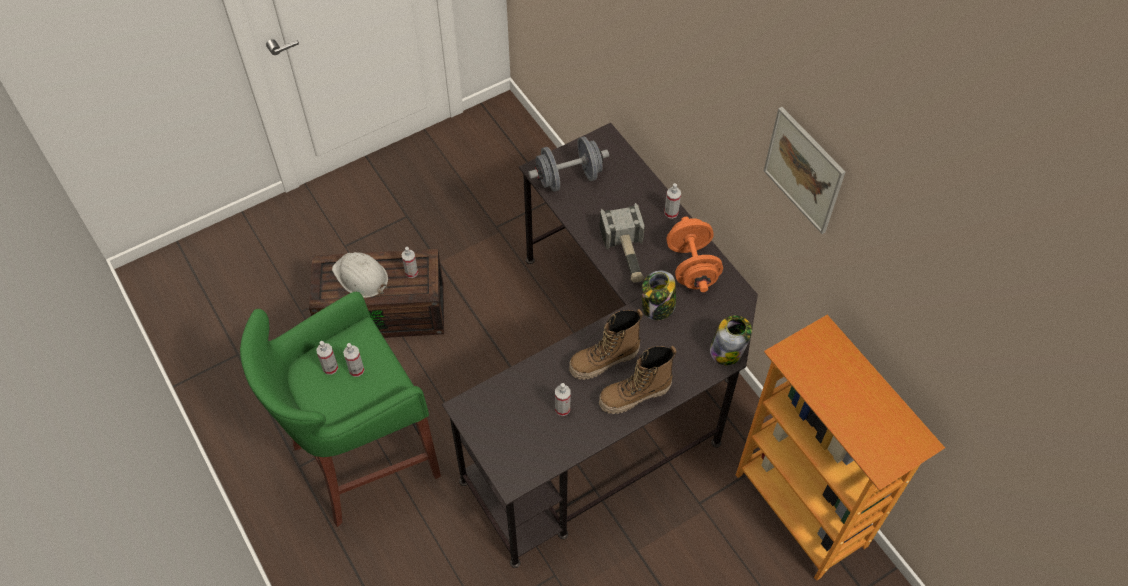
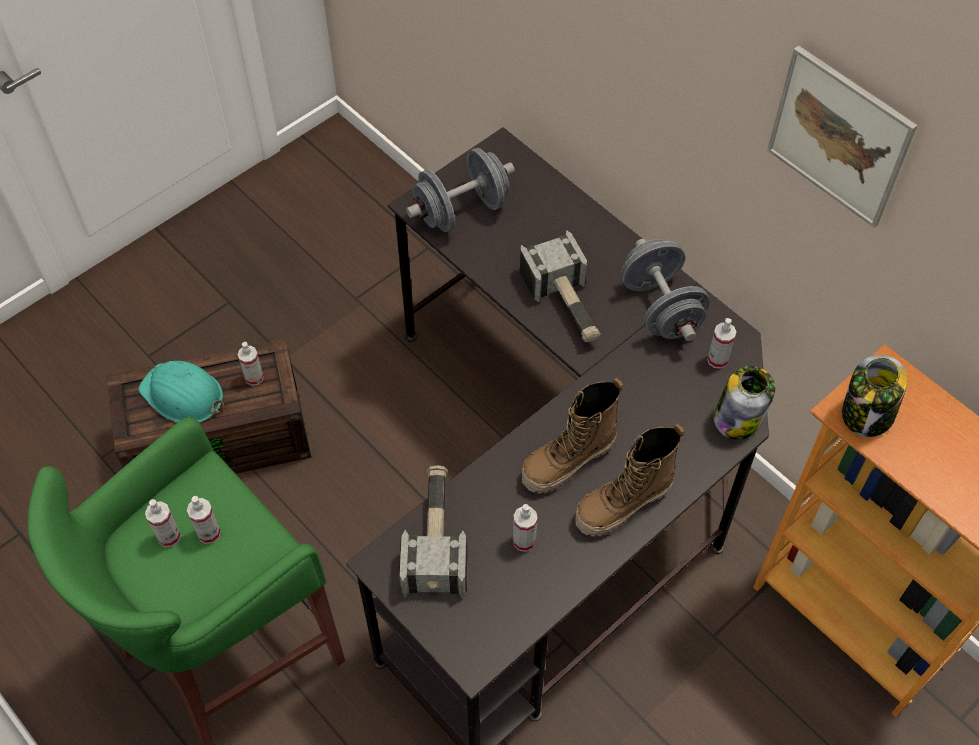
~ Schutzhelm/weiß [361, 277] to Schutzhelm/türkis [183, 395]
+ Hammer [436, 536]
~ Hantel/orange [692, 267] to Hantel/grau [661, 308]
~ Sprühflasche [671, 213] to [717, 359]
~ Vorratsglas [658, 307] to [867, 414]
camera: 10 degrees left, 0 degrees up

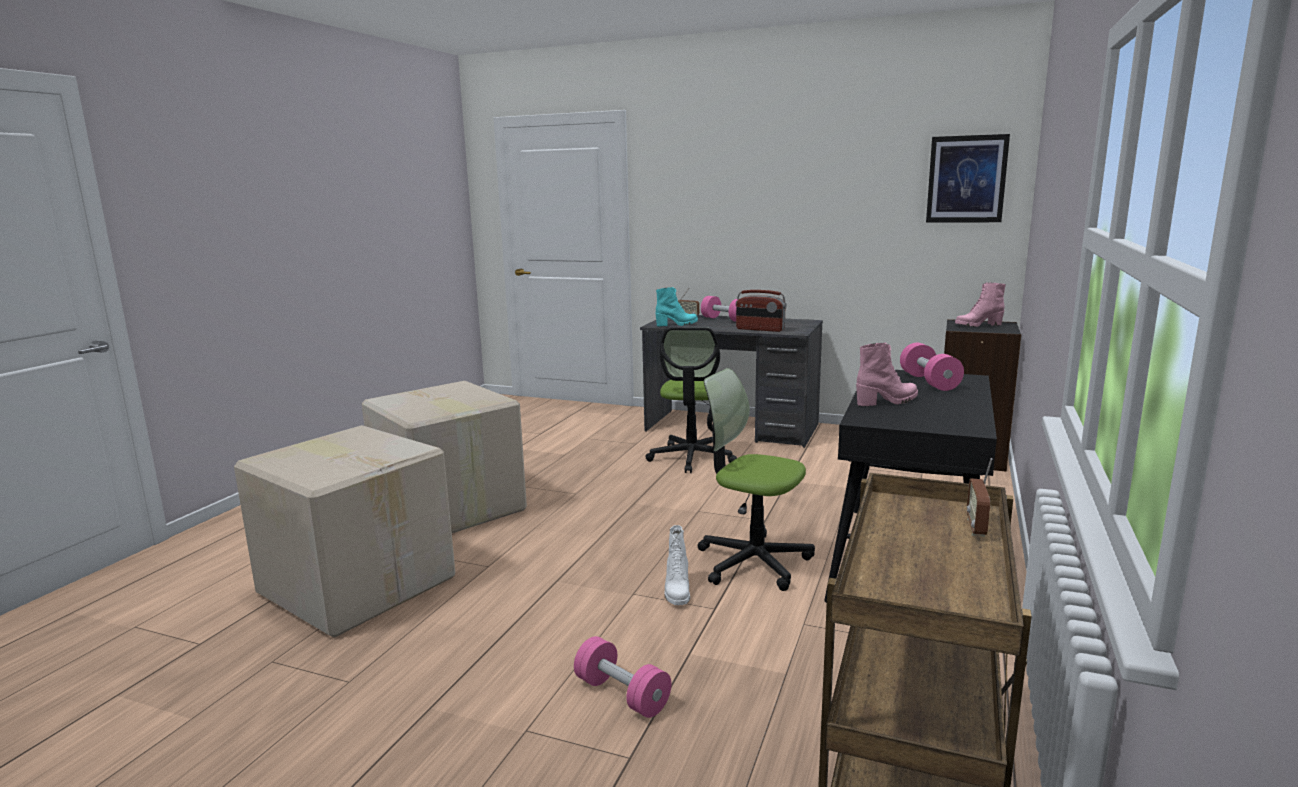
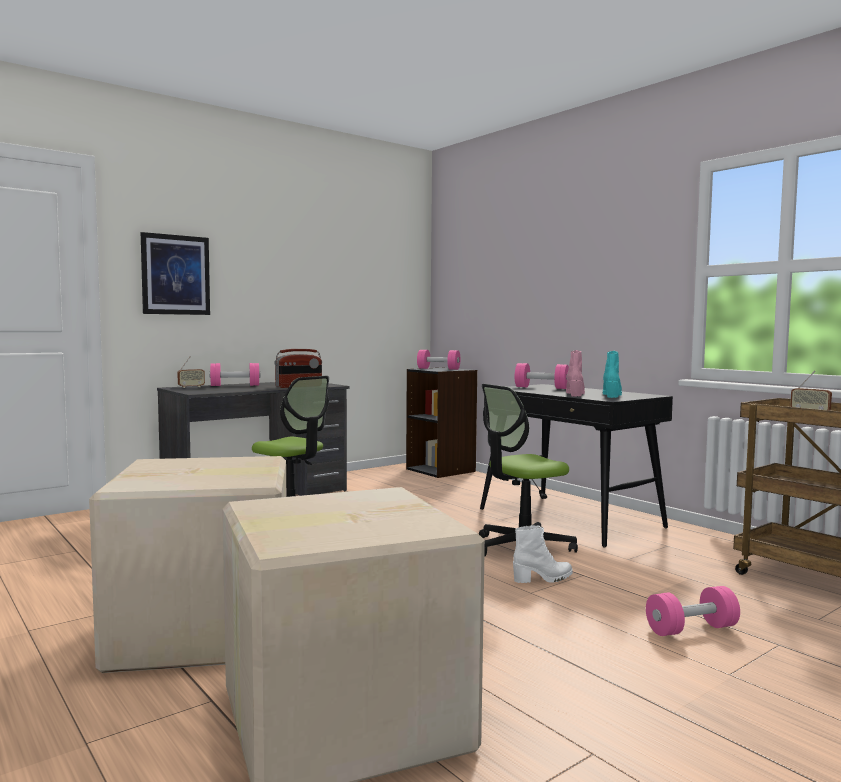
~ Bild [966, 179] to [175, 275]
~ Stiefel/rosa [978, 325] to Hantel/rosa [438, 369]
~ Stiefel/weiß [676, 591] = [543, 579] 45 degrees counterclockwise
~ Stiefel/türkis [677, 324] to [612, 395]
camera: 60 degrees left, 10 degrees down

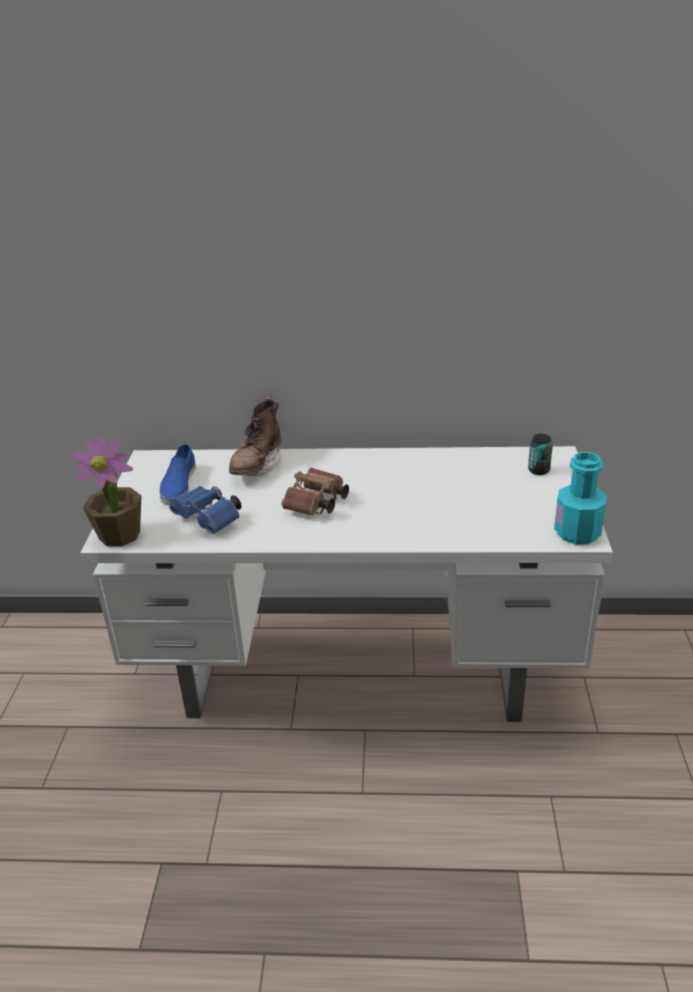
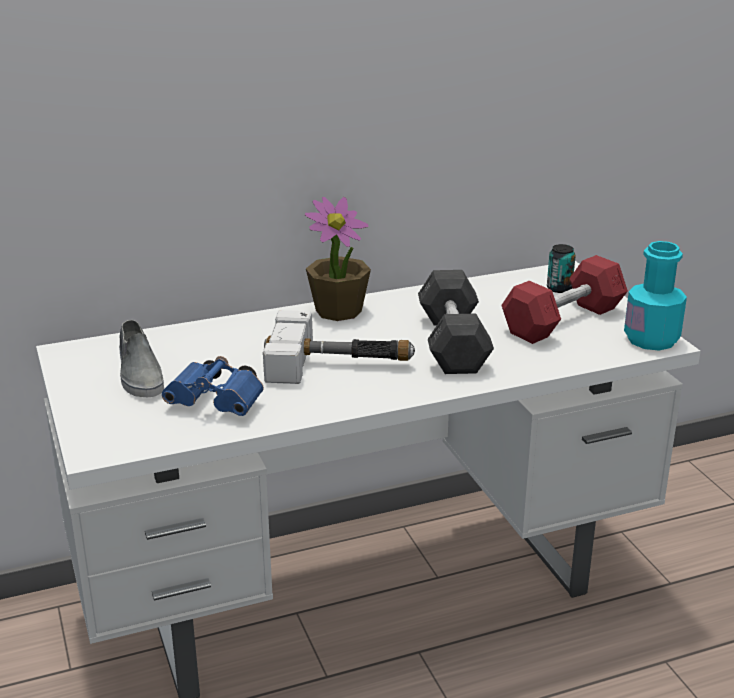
~ Schuh/blau [178, 485] to Schuh/grau [139, 374]
~ Fernglas/braun [316, 504] to Hammer [339, 363]
~ Topfpflanze [120, 535] to [338, 310]
+ Hantel/grau [453, 343]
+ Hantel/rot [563, 320]
- Stiefel/braun [257, 466]
camera: 25 degrees left, 5 degrees down

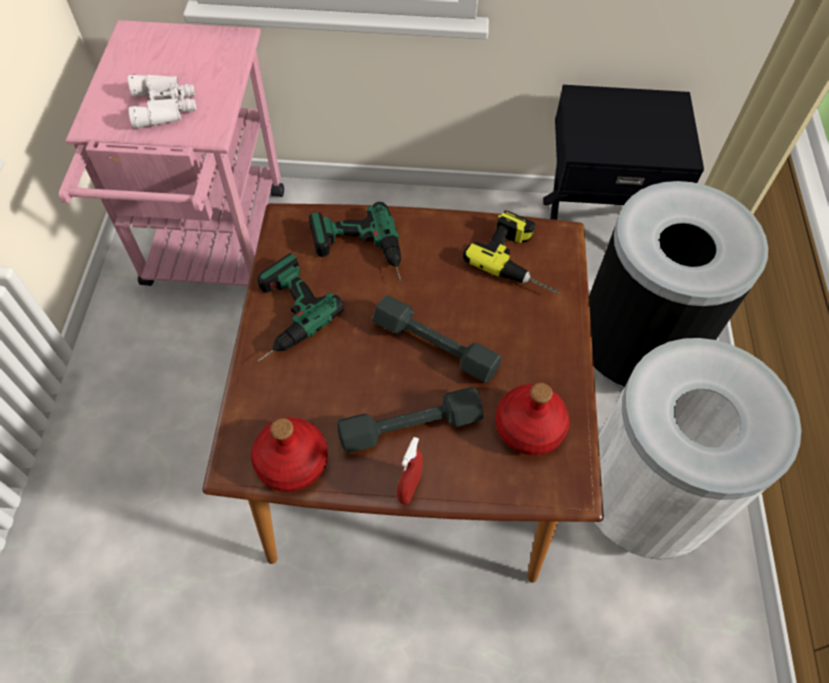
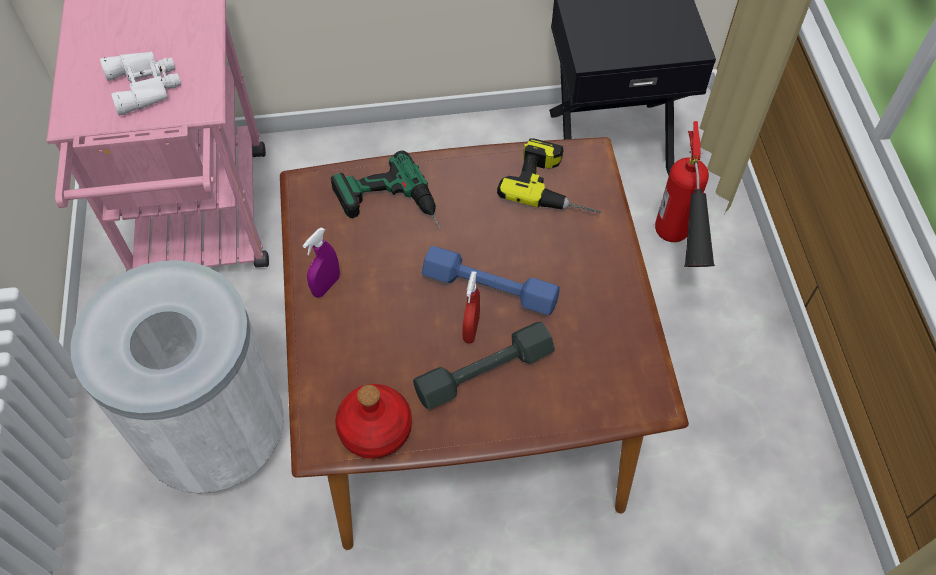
~ Mülleimer/weiß [641, 499] to [217, 434]
~ Bohrmaschine [281, 315] to Sprühflasche/lila [326, 286]
~ Hantel/grau [435, 345] to Hantel/blau [490, 287]
~ Sprühflasche/rot [409, 488] to [471, 329]
~ Mülleimer/schwarz [633, 350] to Feuerlöscher [676, 256]
- Flasche/rot [530, 428]
camera: 10 degrees left, 0 degrees up

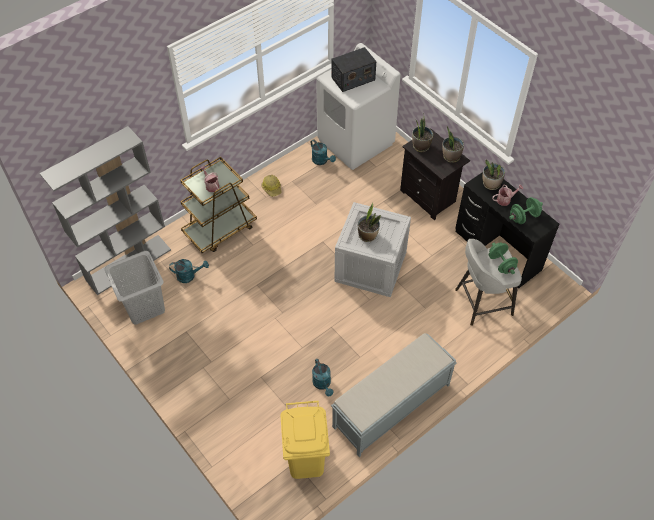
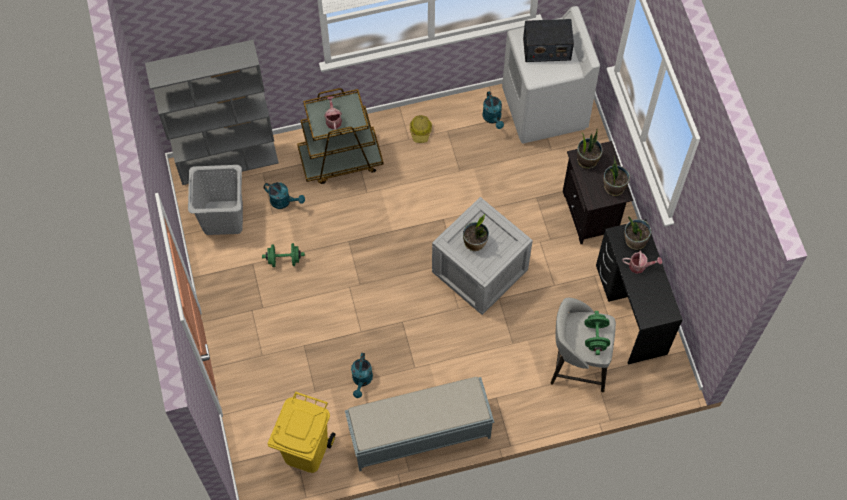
~ Hantel/grün [524, 217] to [284, 260]
camera: 25 degrees right, 10 degrees up

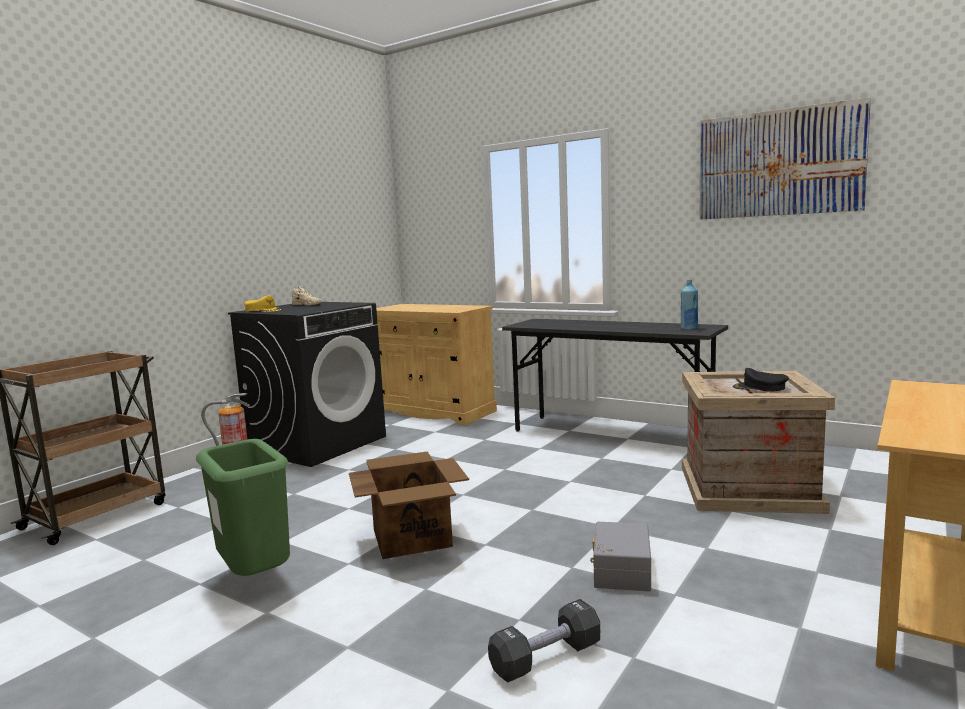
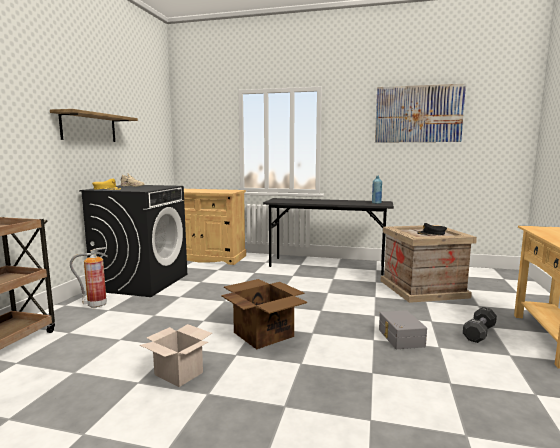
+ Wandregal [89, 127]
~ Mülleimer/grün [257, 579] to Karton [180, 373]
~ Hantel/schwarz [546, 658] to [479, 333]
camera: 20 degrees left, 0 degrees up

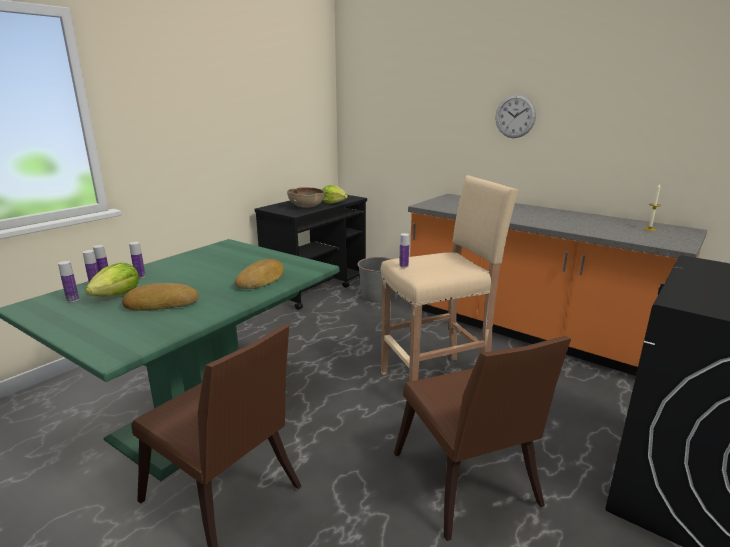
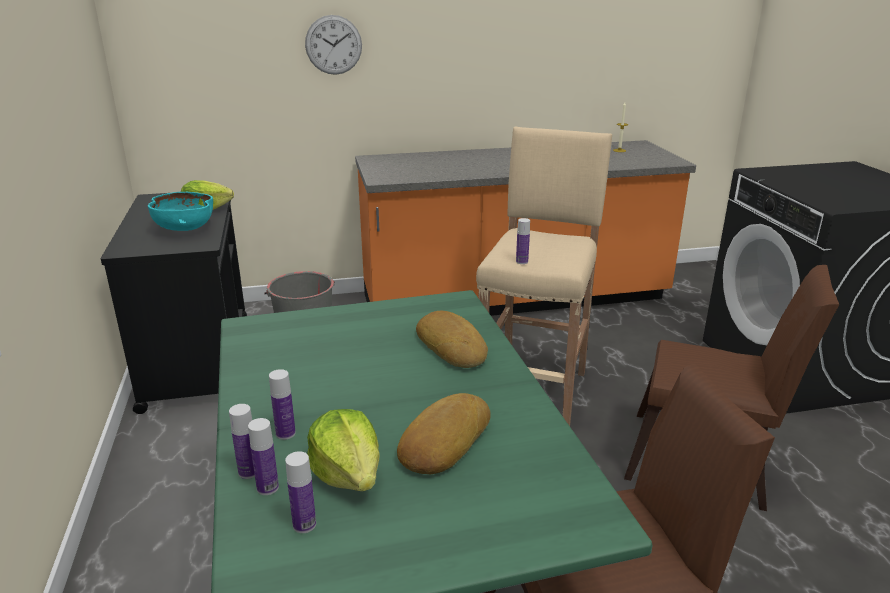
~ Schüssel/braun [306, 207] to Schüssel/türkis [184, 228]
~ Wanduhr [515, 116] to [333, 45]
camera: 50 degrees left, 5 degrees up

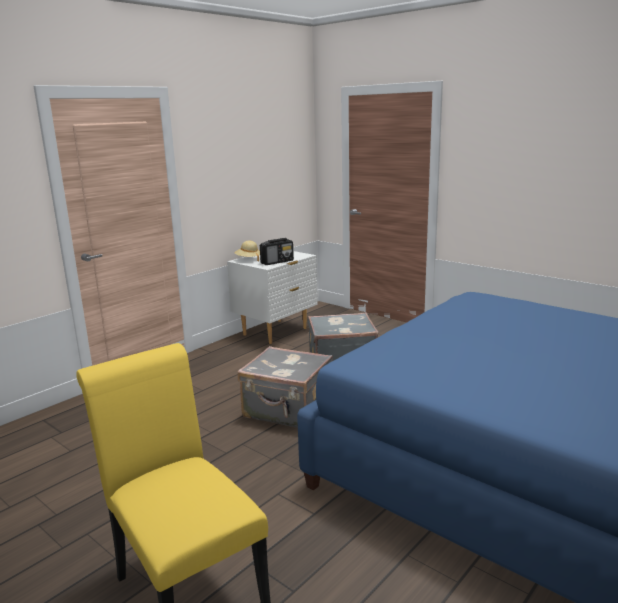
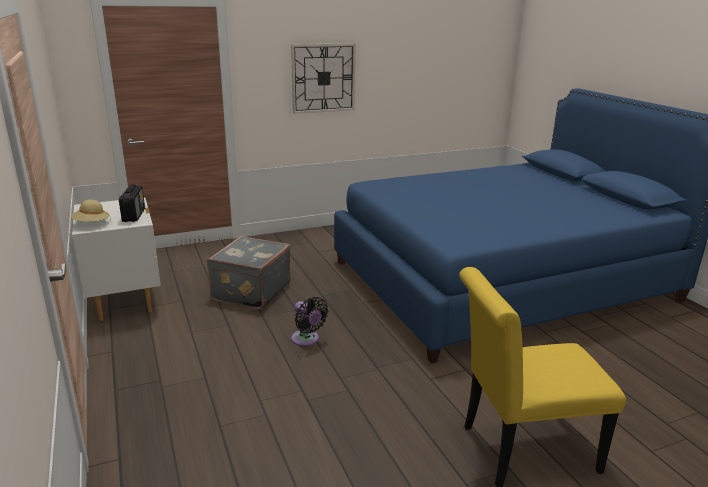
+ Wanduhr [323, 78]
~ Koffer/grau [288, 411] to Ventilator/schwarz [306, 340]
camera: 65 degrees left, 5 degrees up

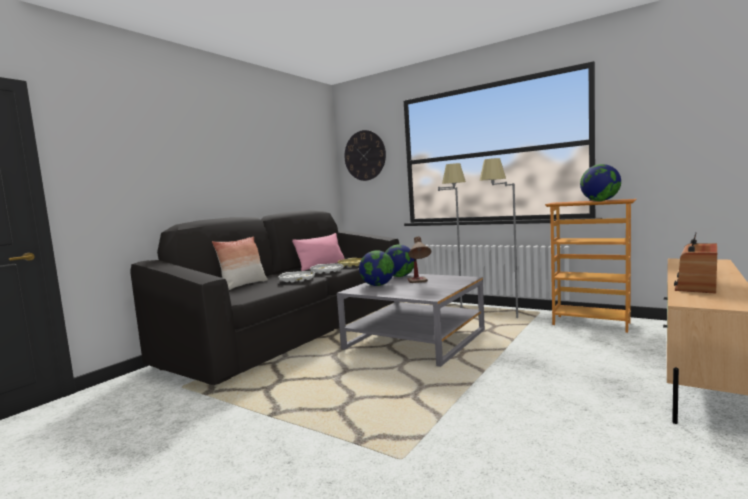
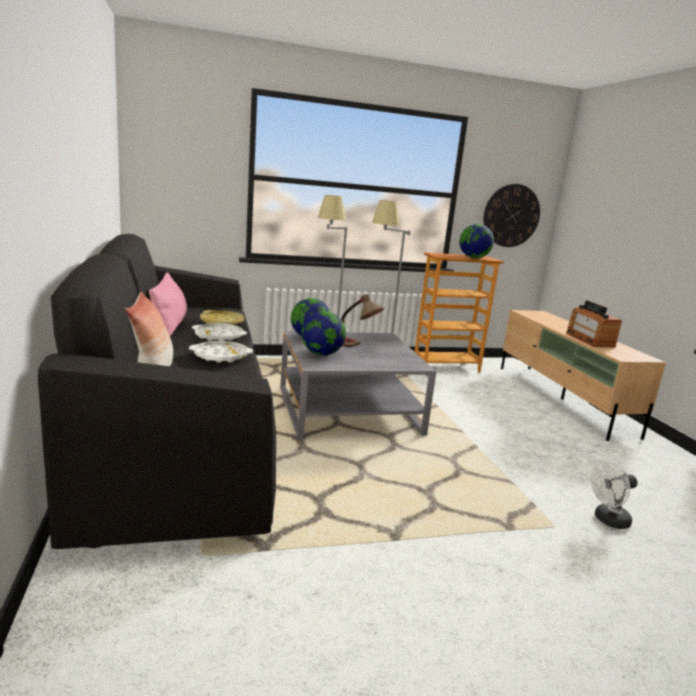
~ Wanduhr [364, 155] to [511, 215]
+ Ventilator/weiß [607, 520]
camera: 50 degrees left, 10 degrees up

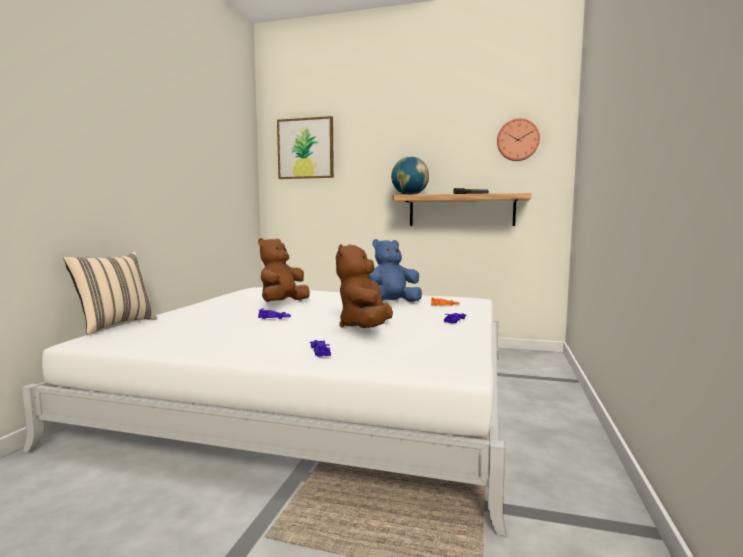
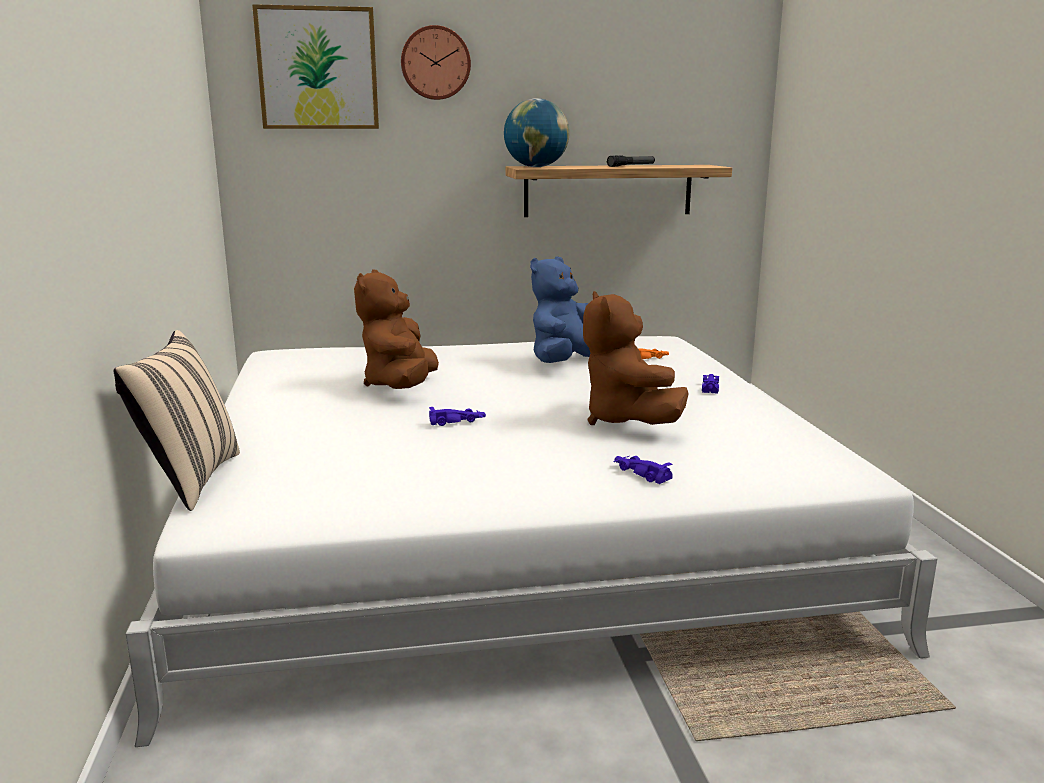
~ Wanduhr [518, 140] to [435, 63]
camera: 25 degrees left, 10 degrees up

